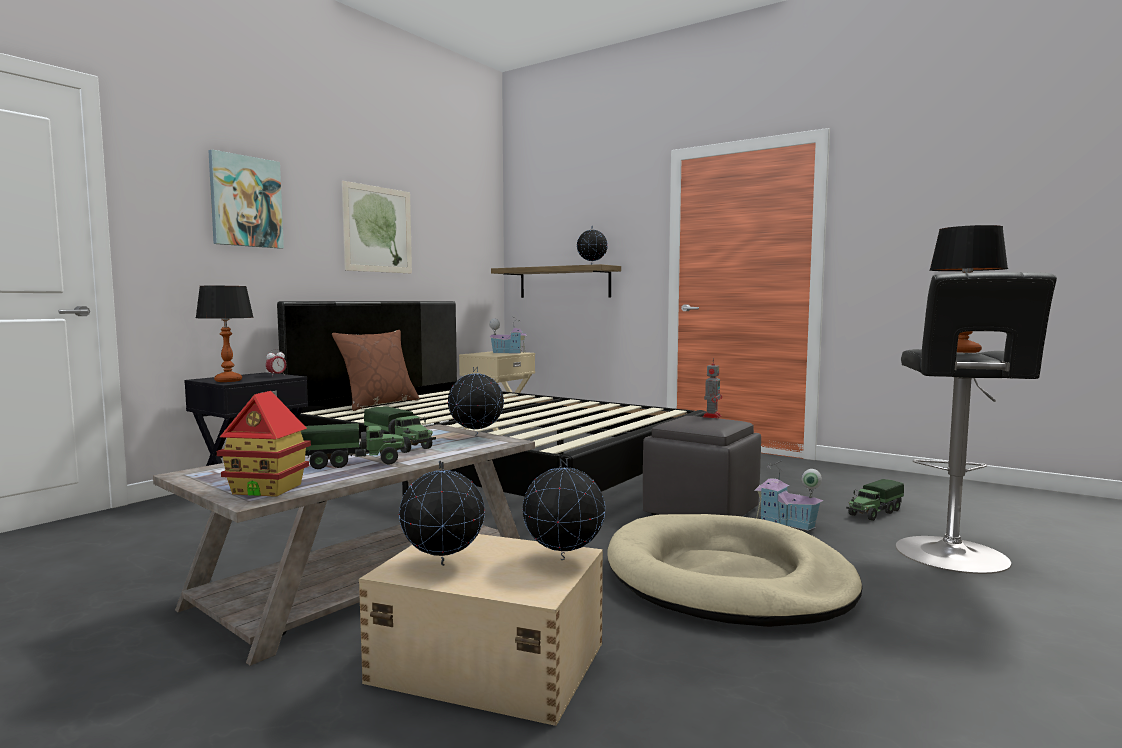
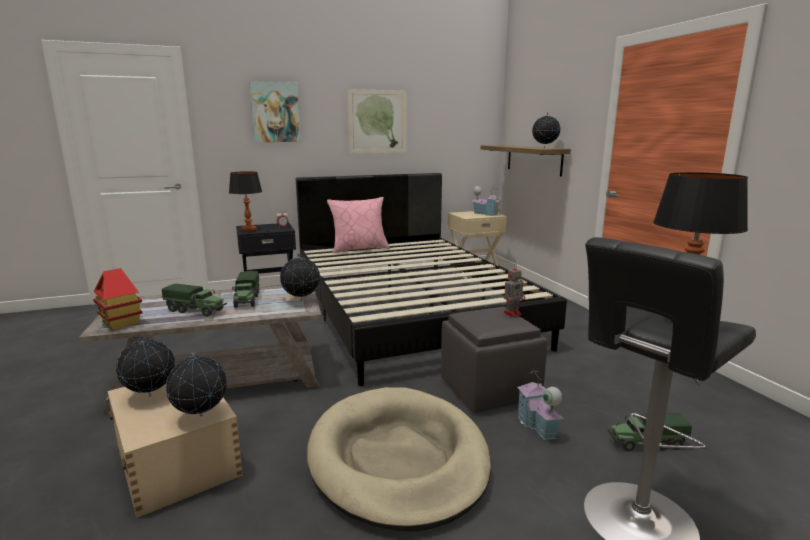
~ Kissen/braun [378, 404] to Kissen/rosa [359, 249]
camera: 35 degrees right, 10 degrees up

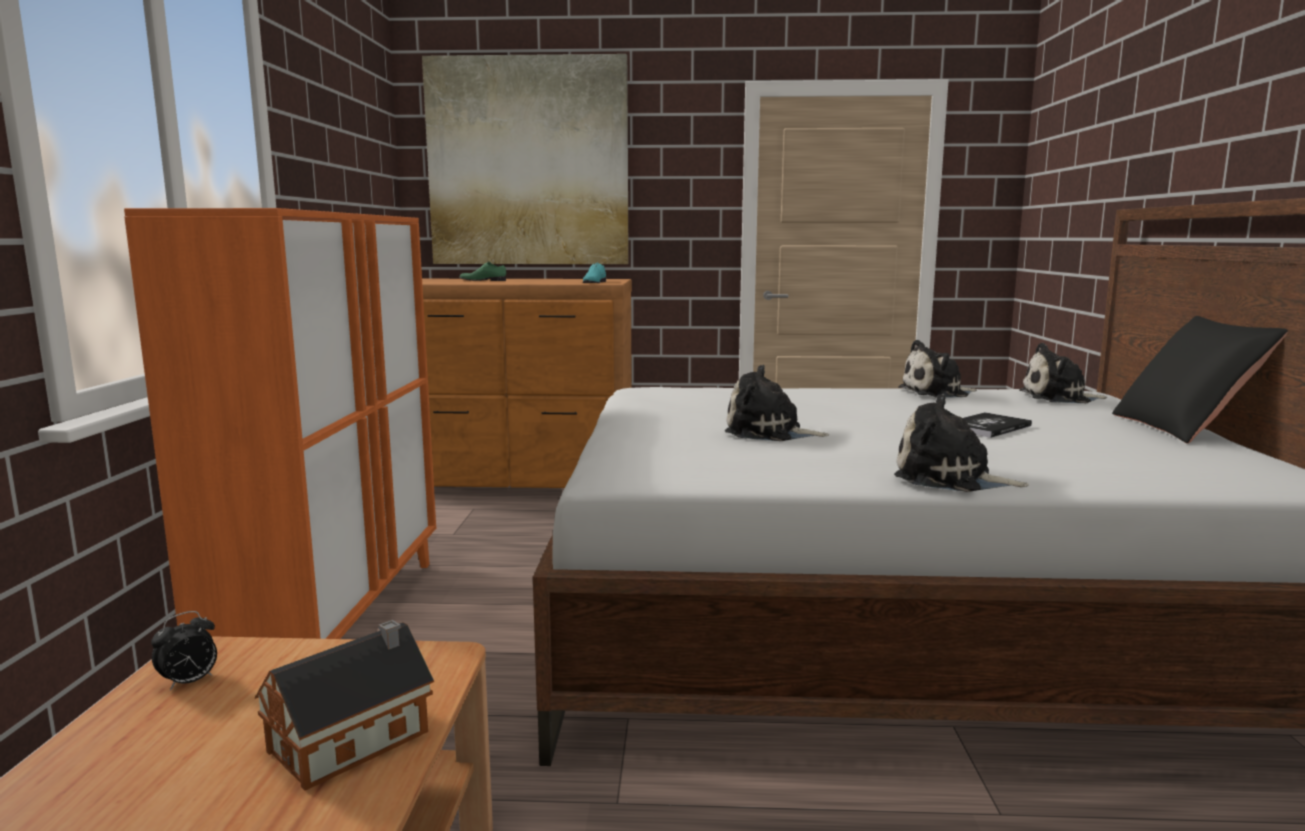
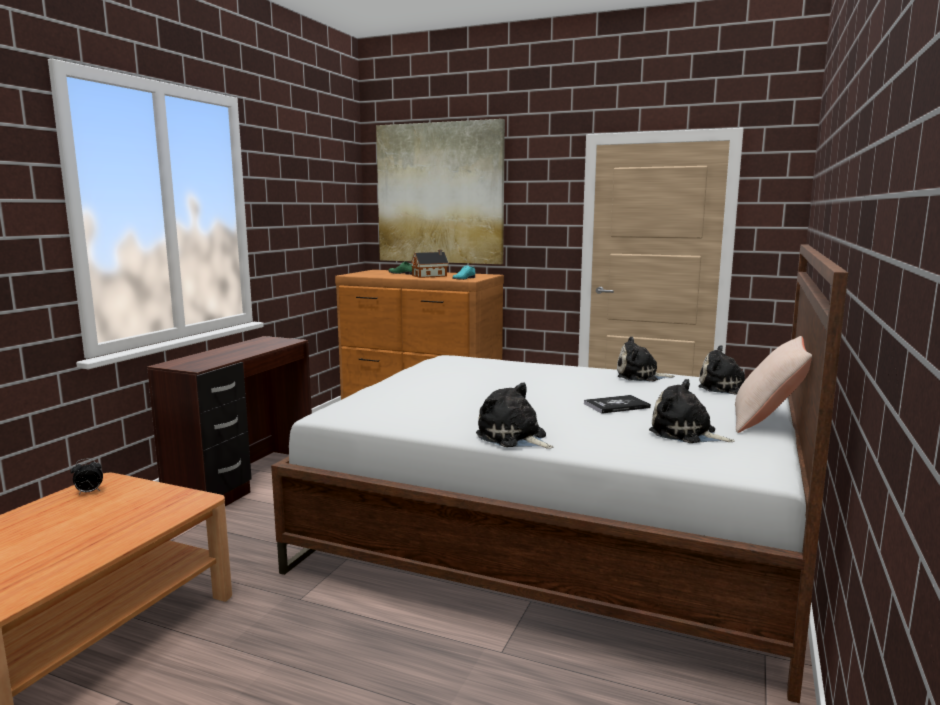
~ Schrank/orange [336, 620] to Schreibtisch/braun [246, 480]
~ Spielzeughaus [356, 739] to [431, 276]
~ Plüschtier [769, 433] to [686, 433]
~ Kissen/schwarz [1184, 428] to Kissen/beige [766, 421]
camera: 20 degrees right, 0 degrees up

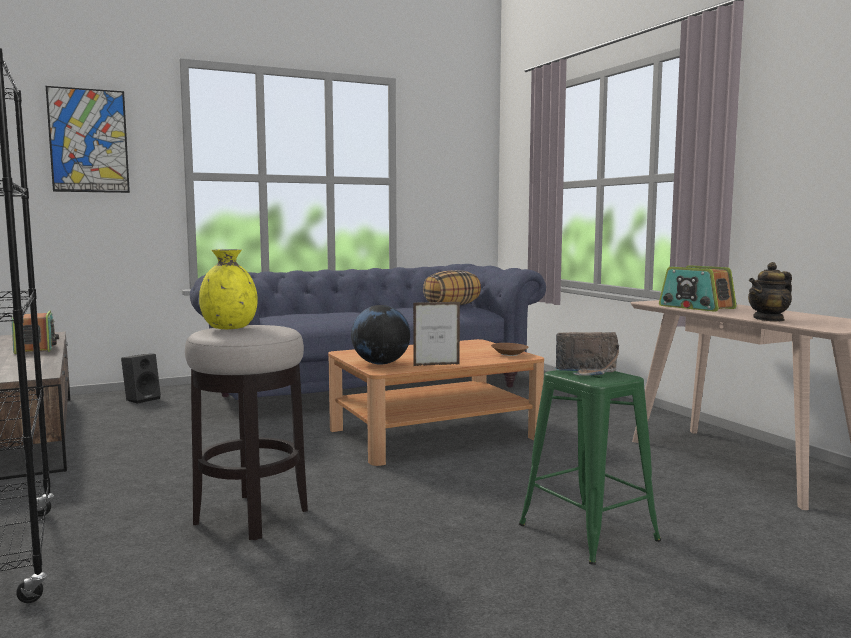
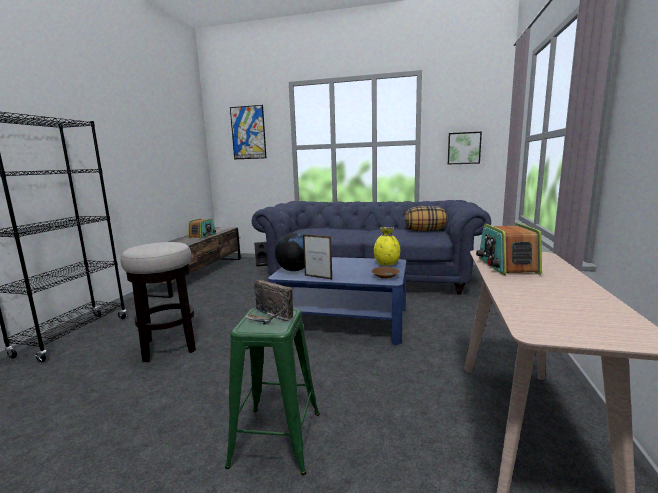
~ Couchtisch/braun [434, 434] to Couchtisch/blau [342, 320]
~ Vase/gelb [230, 328] to [387, 264]
+ Bild [464, 148]
- Teekanne [769, 319]
camera: 40 degrees right, 5 degrees up

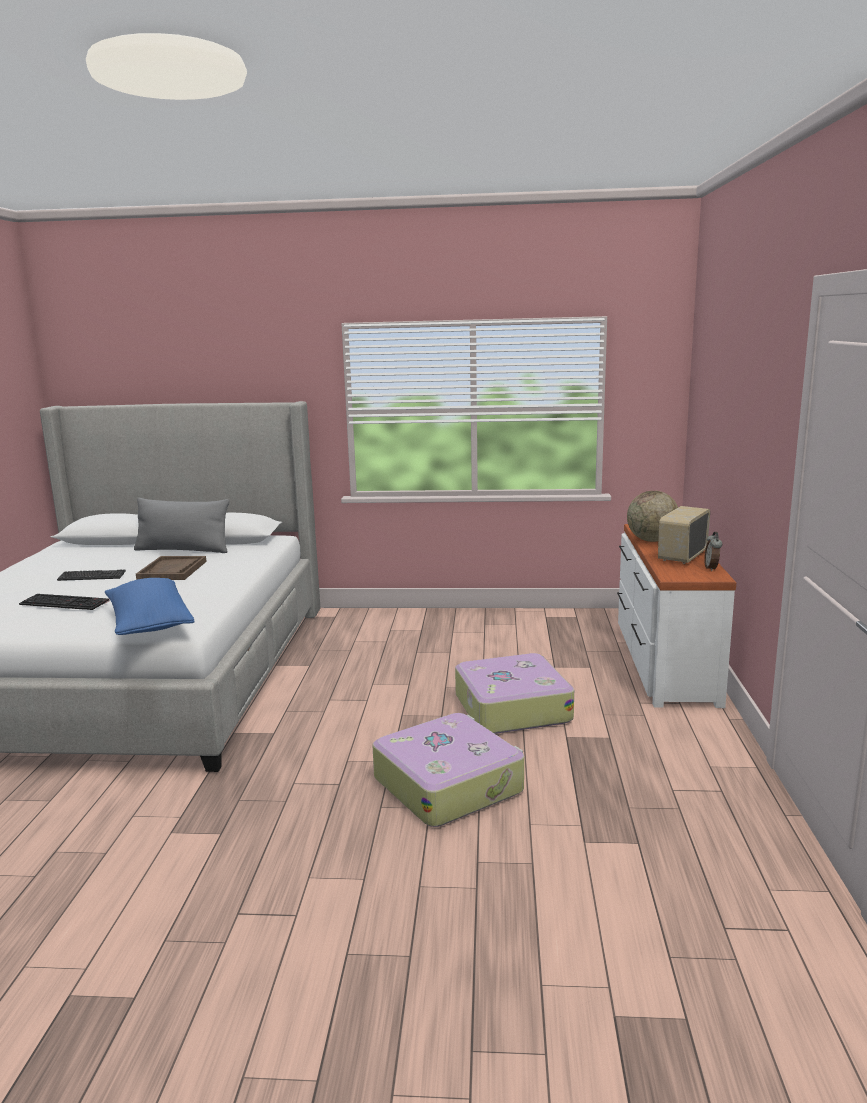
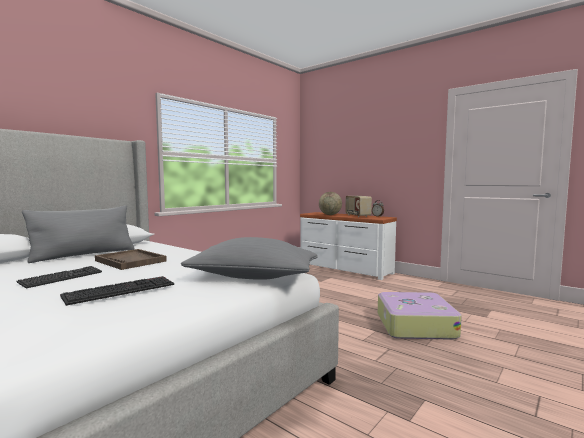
~ Kissen/blau [149, 624] to Kissen/grau [252, 278]
- Koffer [511, 708]
camera: 55 degrees left, 10 degrees down

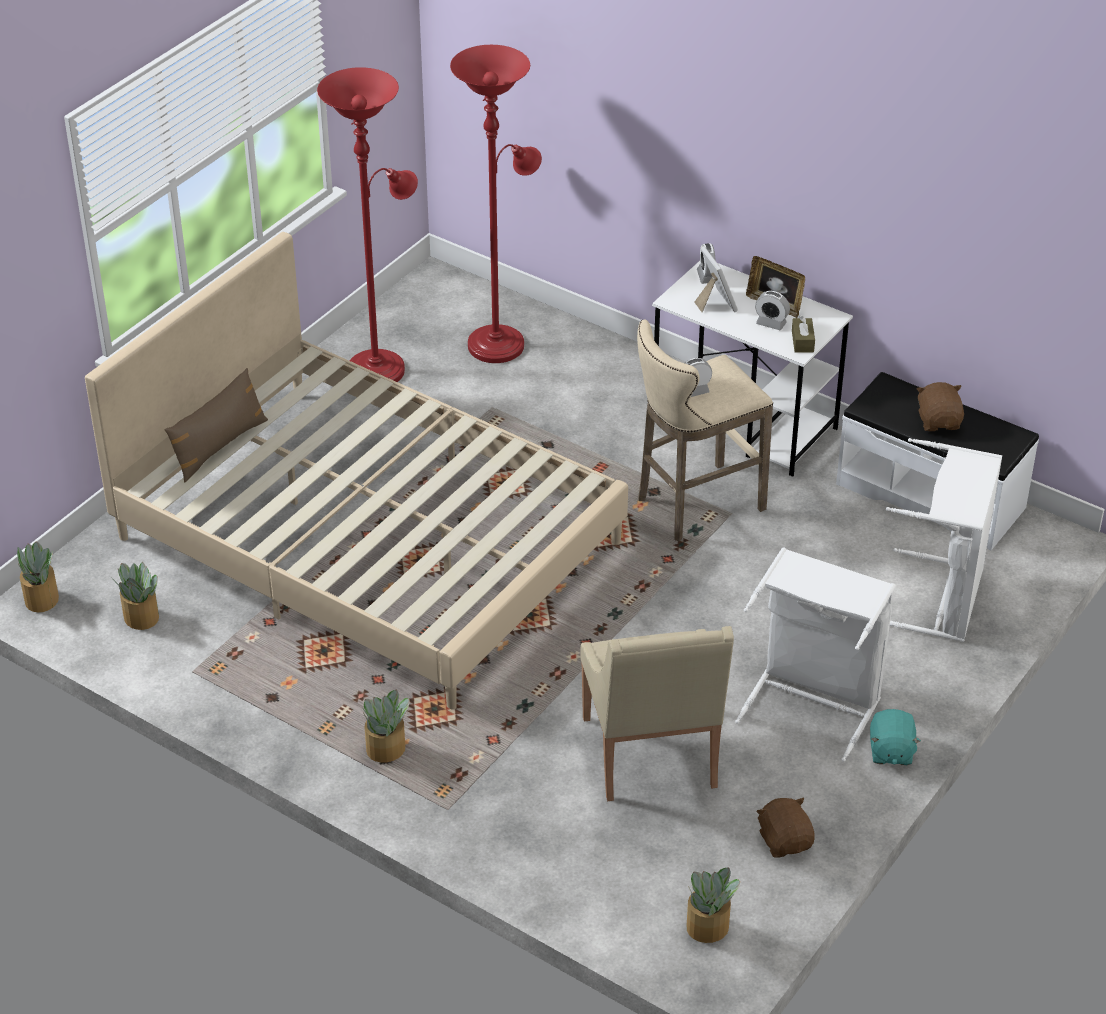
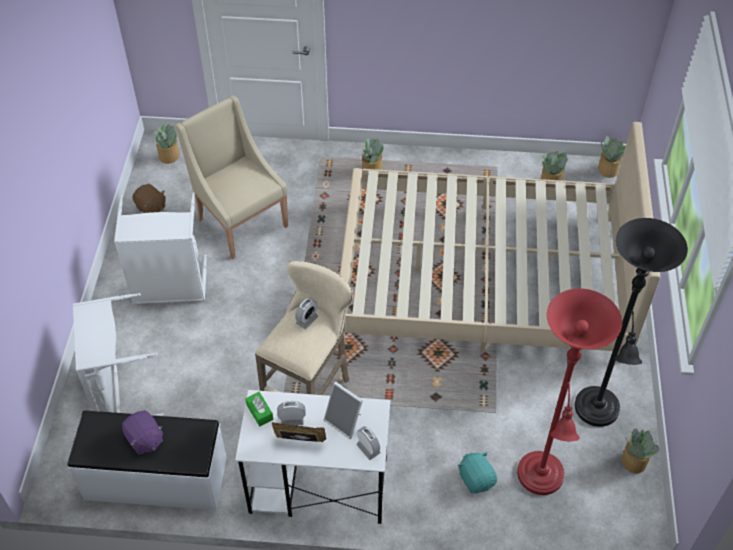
~ Plüschtier/braun [939, 421] to Plüschtier/lila [144, 440]
~ Taschentuchbox/braun [802, 341] to Taschentuchbox/grün [259, 412]
~ Plüschtier/türkis [890, 751] to [476, 479]
~ Stehlampe/rot [381, 367] to Stehlampe/schwarz [597, 412]
+ Topfpflanze [634, 462]
- Kissen/braun [219, 446]
camera: 150 degrees right, 10 degrees up

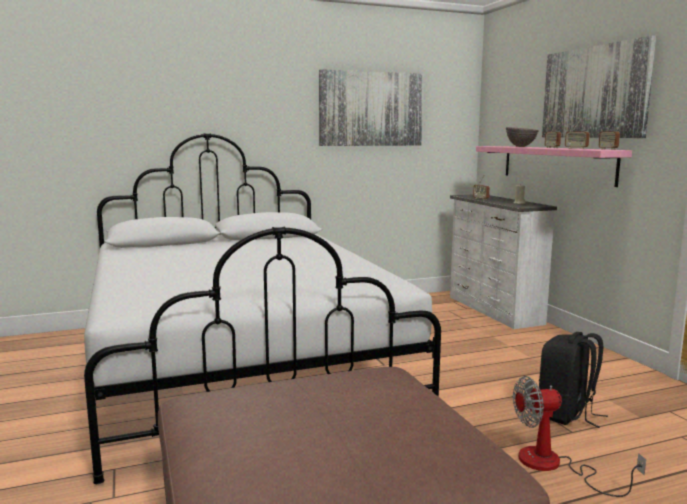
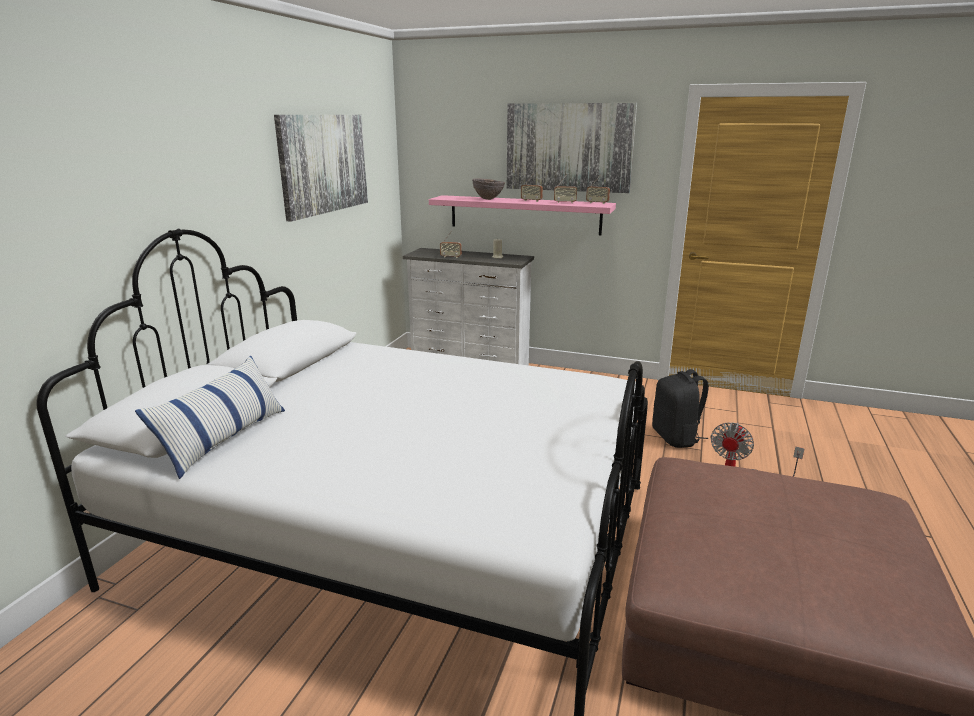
+ Kissen [224, 439]
camera: 50 degrees left, 10 degrees up

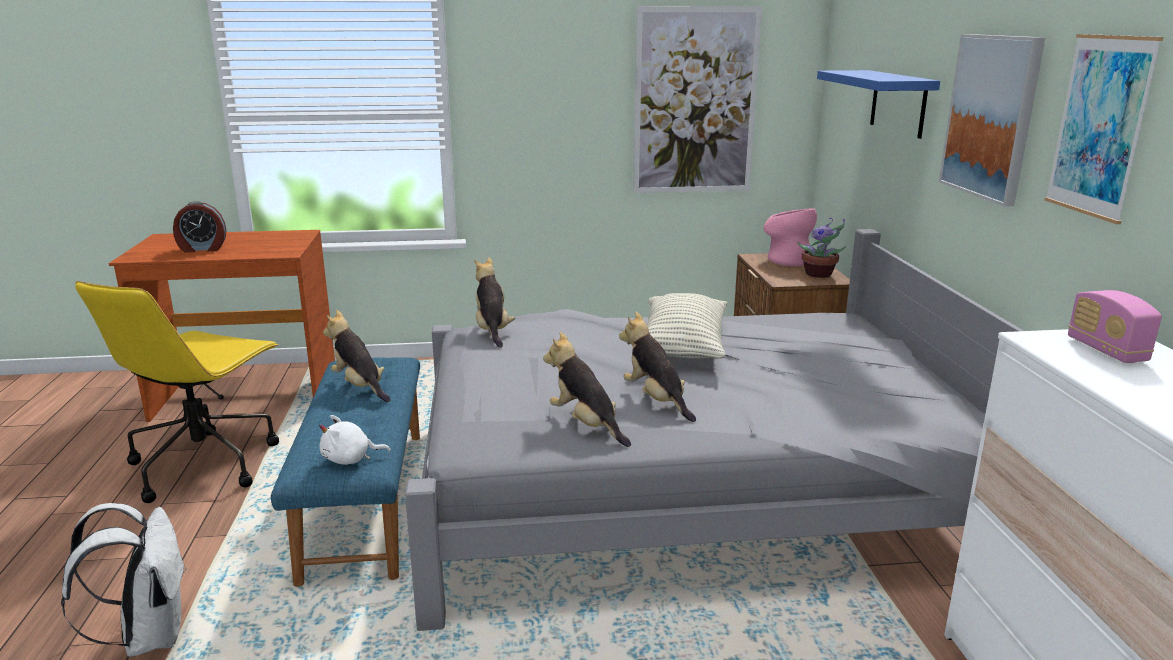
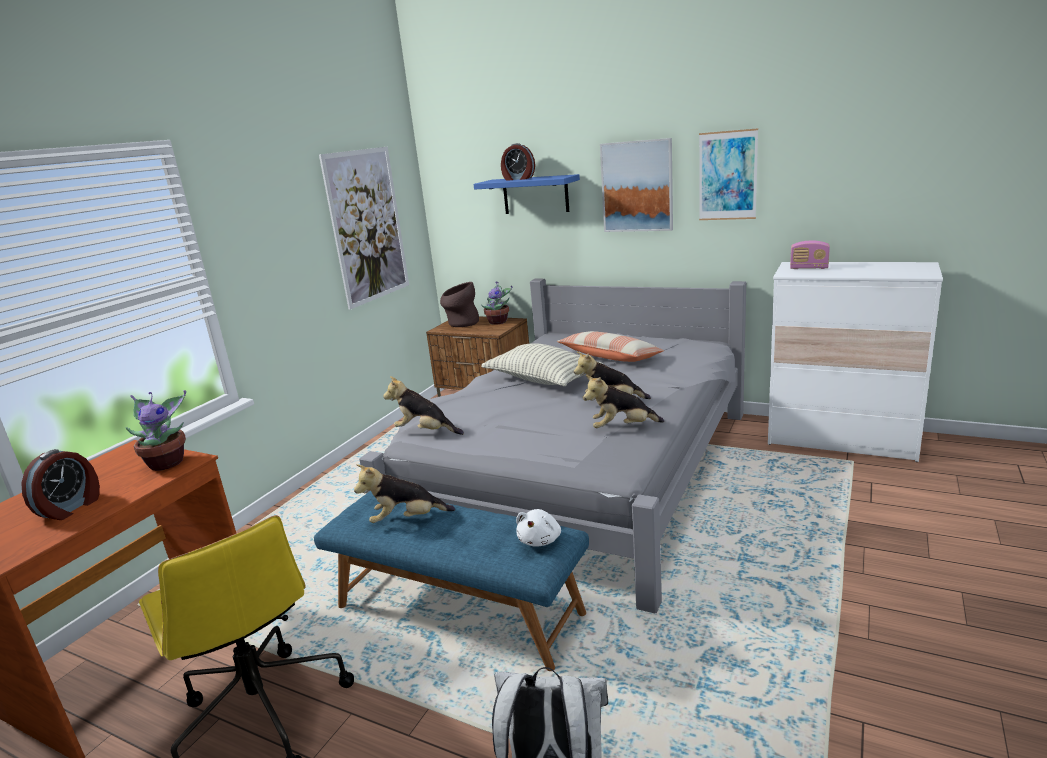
+ Topfpflanze [168, 462]
~ Vase/rosa [786, 260] to Vase/braun [461, 323]
+ Wecker [518, 179]
+ Kissen [610, 357]
camera: 55 degrees left, 0 degrees up

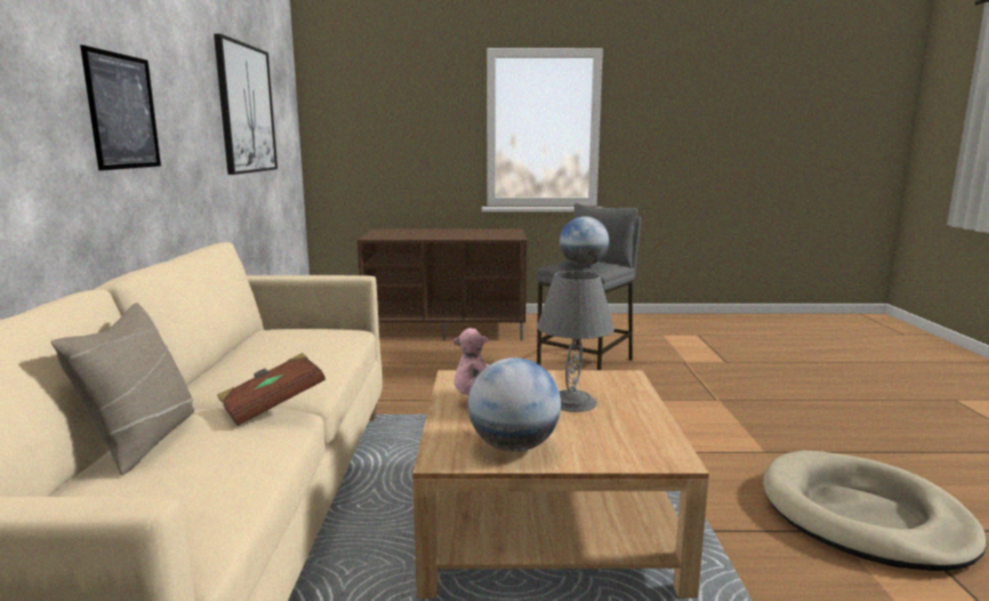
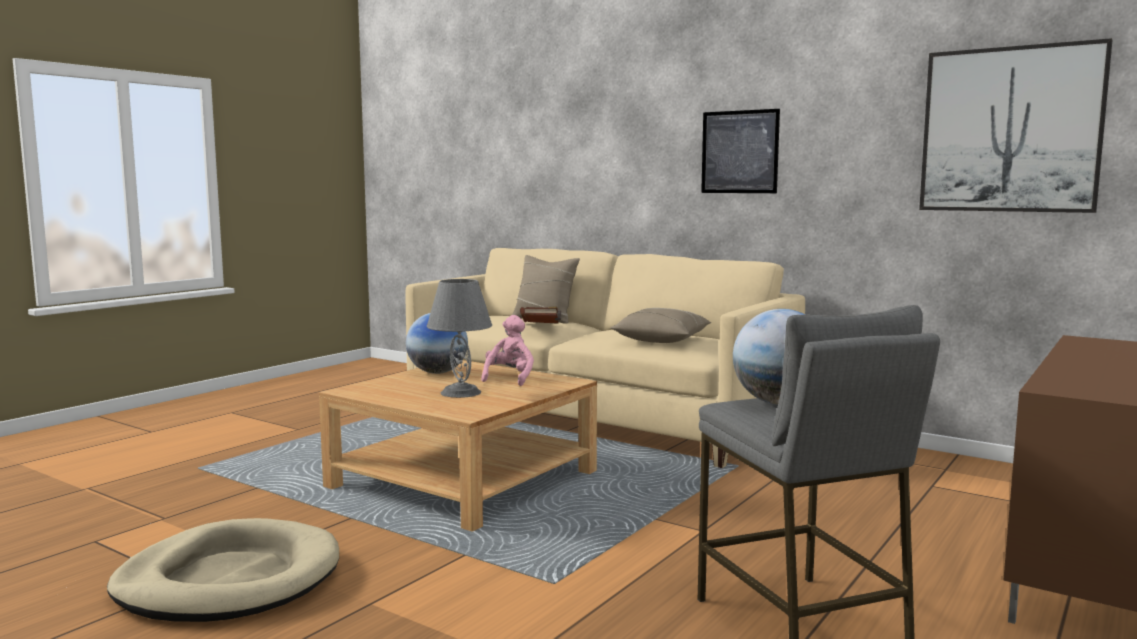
+ Kissen/beige [661, 340]
camera: 125 degrees right, 5 degrees down

